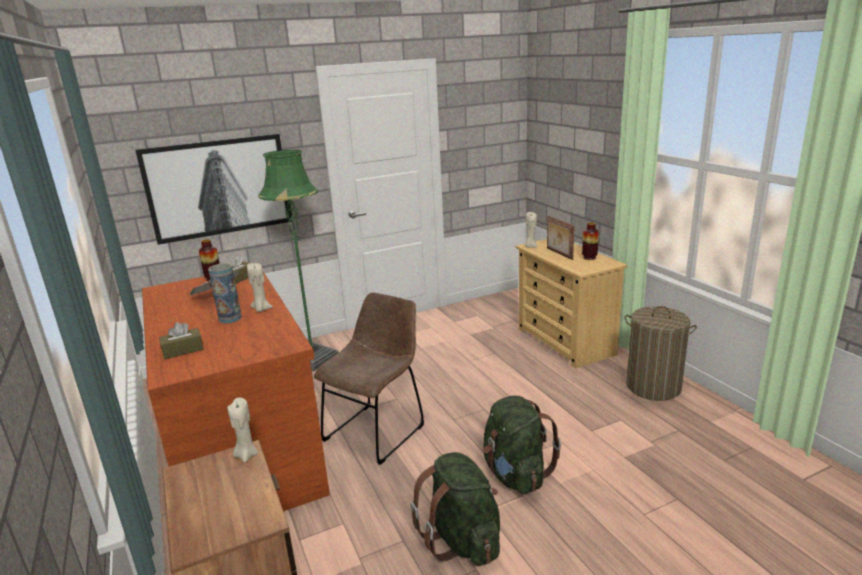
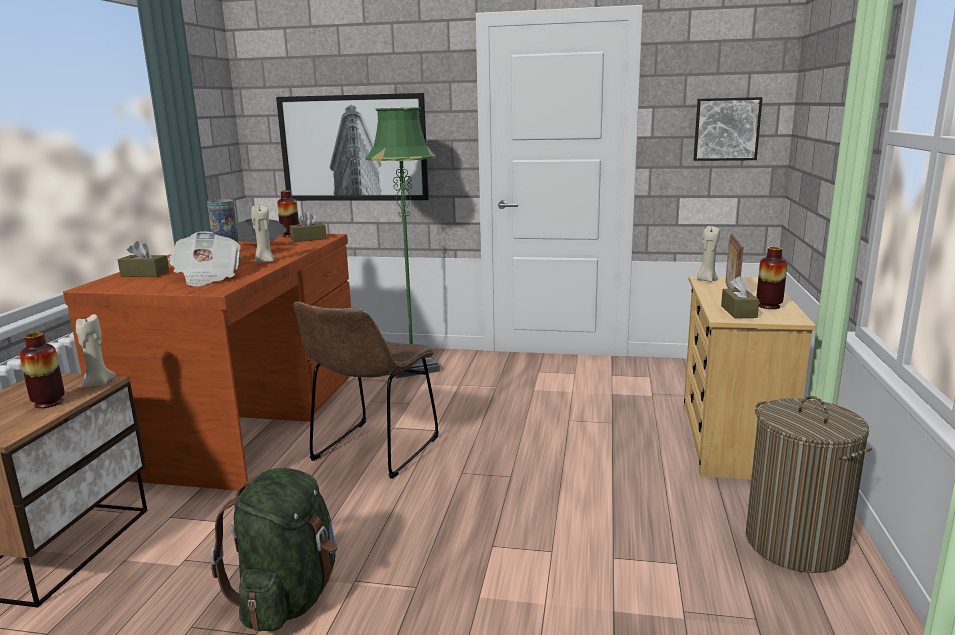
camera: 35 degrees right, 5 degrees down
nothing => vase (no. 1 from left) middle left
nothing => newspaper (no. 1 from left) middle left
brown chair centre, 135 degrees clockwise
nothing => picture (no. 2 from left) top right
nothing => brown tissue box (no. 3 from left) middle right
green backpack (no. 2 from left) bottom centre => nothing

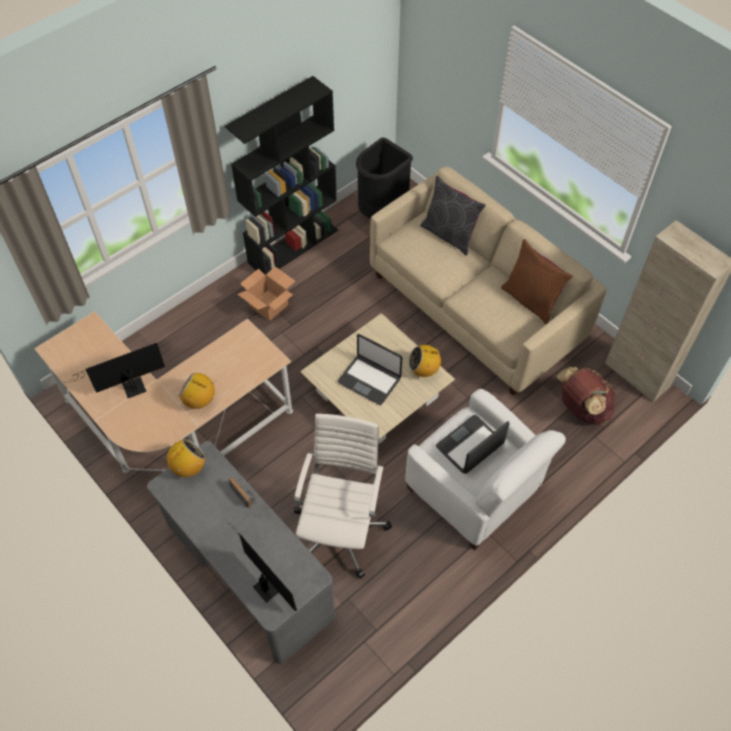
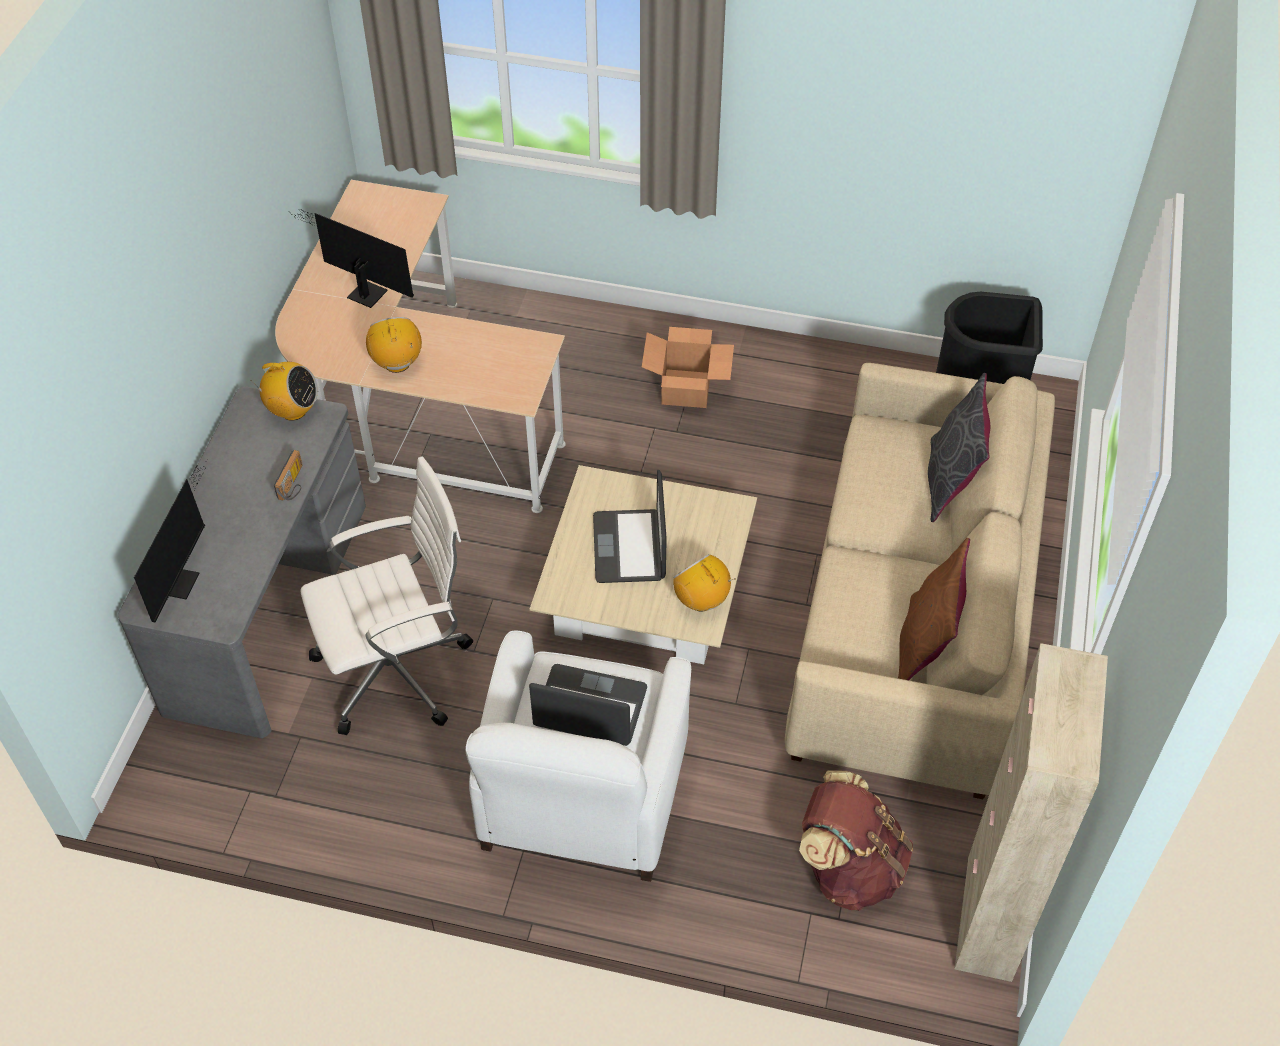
camera: 55 degrees right, 5 degrees down
black bookcase top centre => nothing

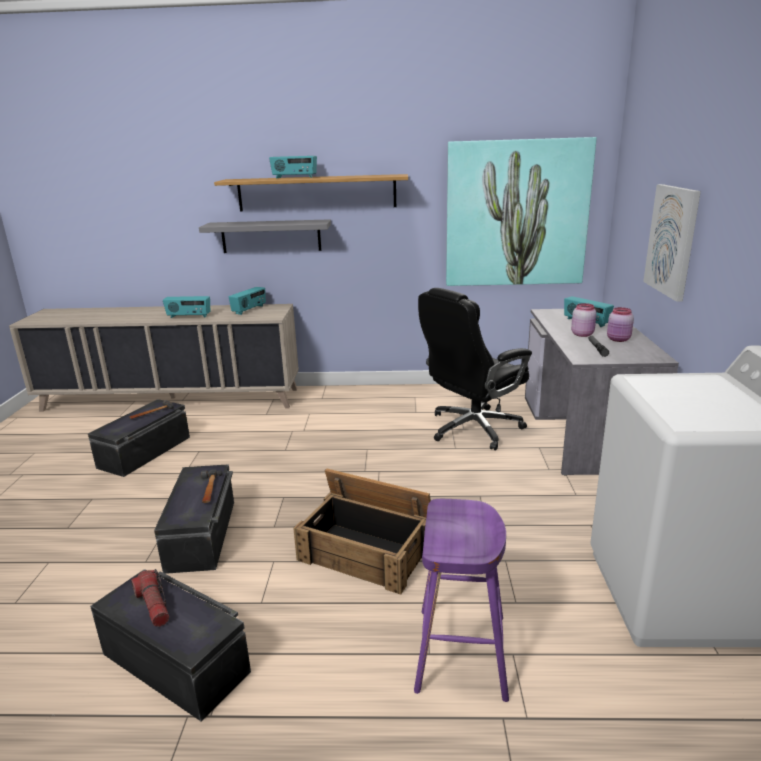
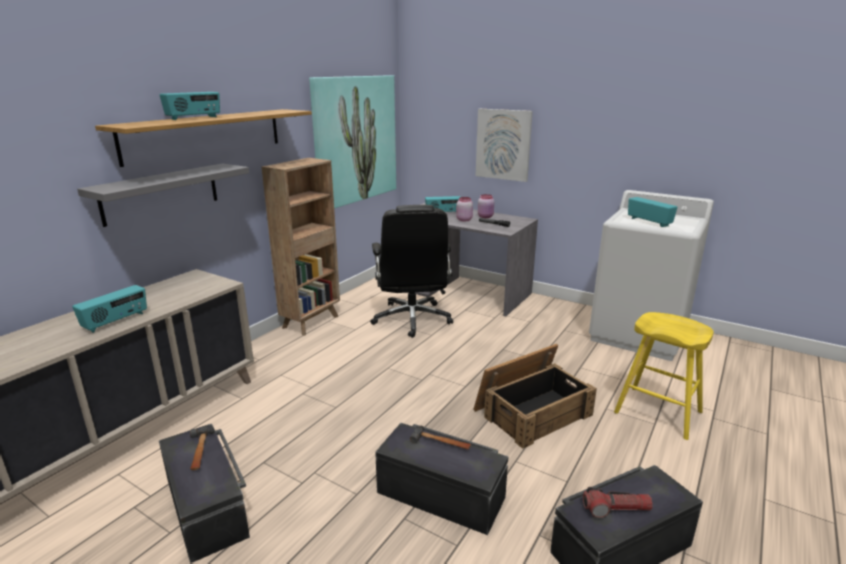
camera: 60 degrees left, 0 degrees up
nothing => brown bookcase centre
purple stool bottom centre => yellow stool bottom right
radio (no. 2 from left in the first image) middle left => radio (no. 4 from left) middle right, shifted

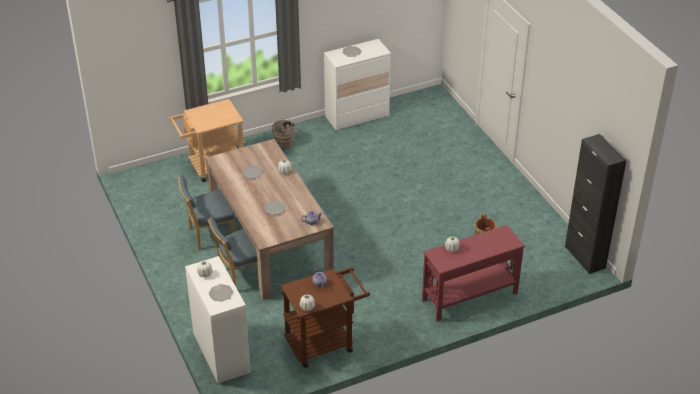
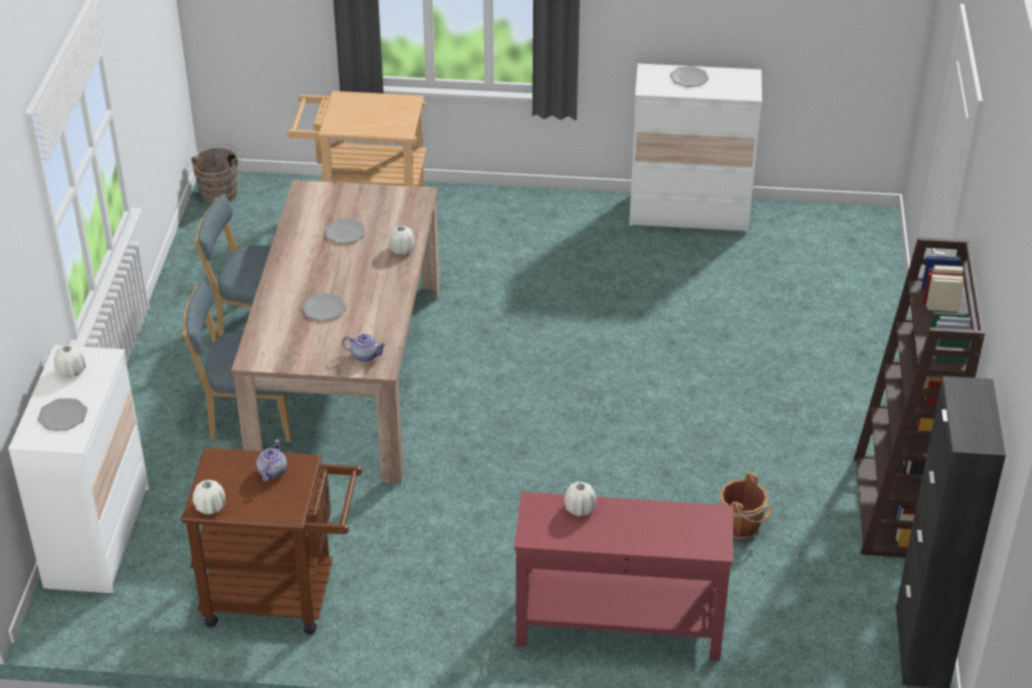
camera: 30 degrees right, 0 degrees up
brown bucket (no. 1 from left) centre => brown bucket (no. 1 from left) top left, shifted
nothing => brown bookcase middle right

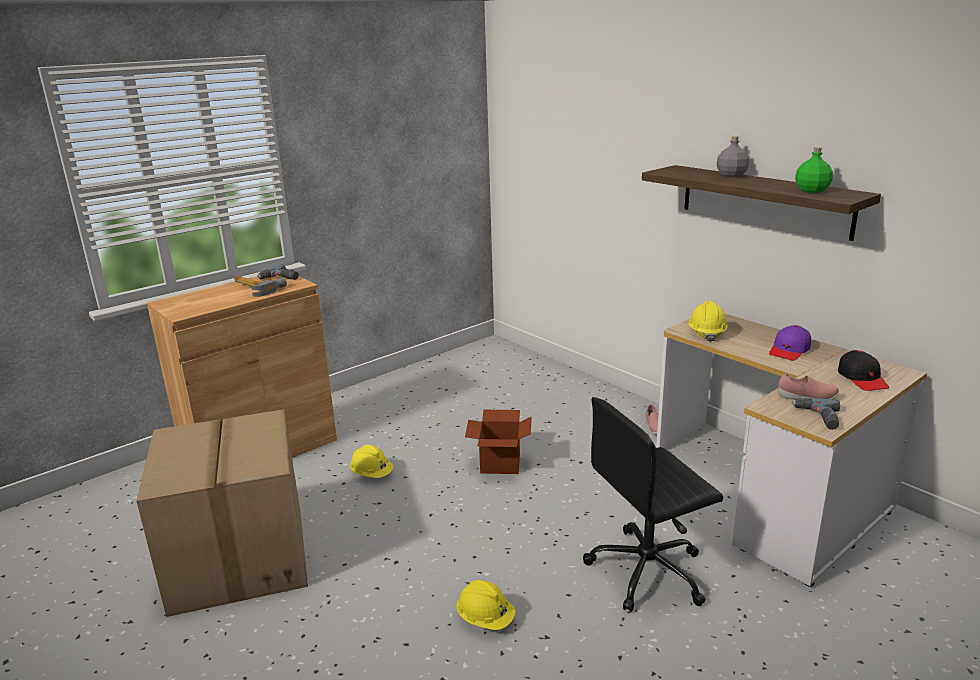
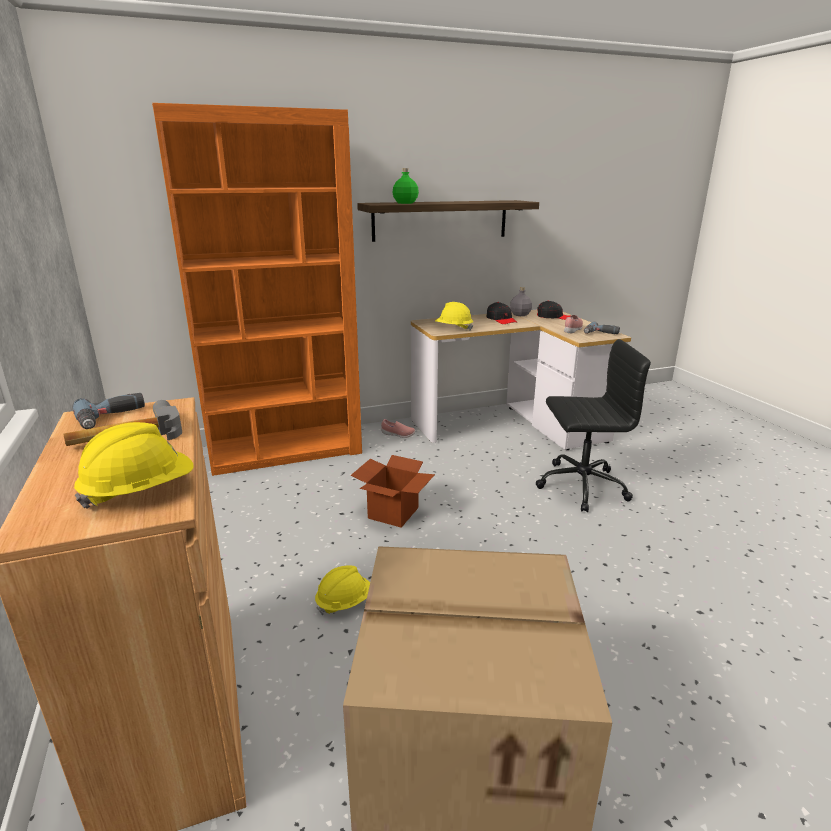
camera: 70 degrees left, 0 degrees up
yellow hard hat (no. 2 from left in the first image) bottom centre => yellow hard hat (no. 1 from left) middle left, shifted
nothing => orange bookcase middle left
green bottle top right => green bottle top centre, shifted
purple cap middle right => black cap (no. 1 from left) centre
grey bottle top right => grey bottle centre, shifted
black office chair bottom centre => black office chair middle right, 90 degrees counterclockwise

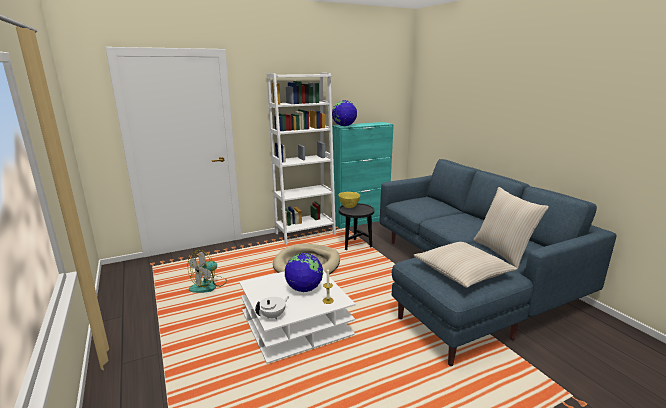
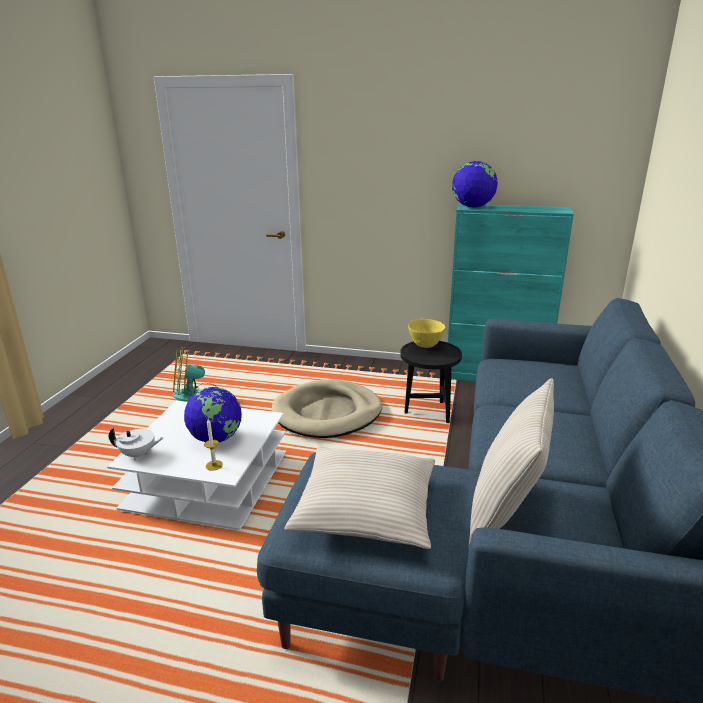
camera: 40 degrees right, 5 degrees up
white bookcase centre => nothing

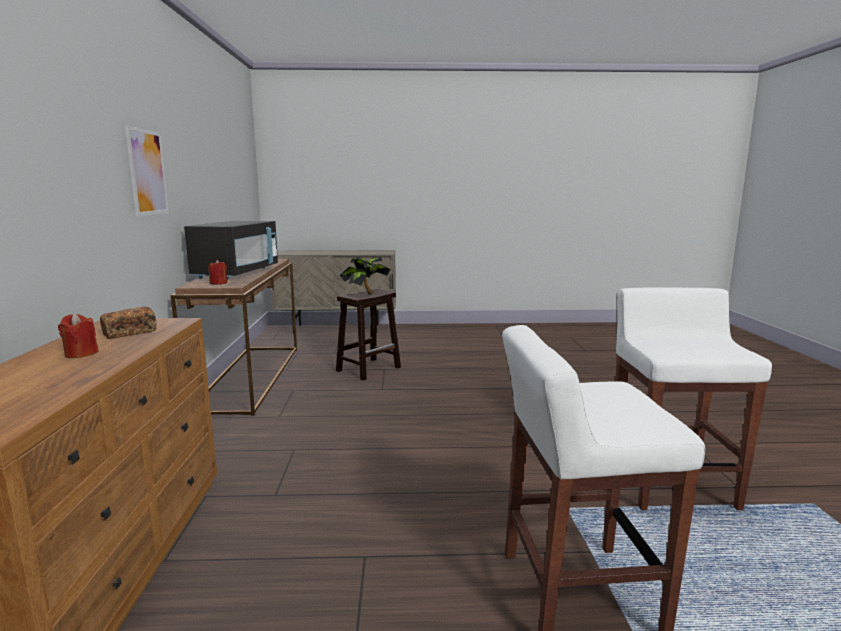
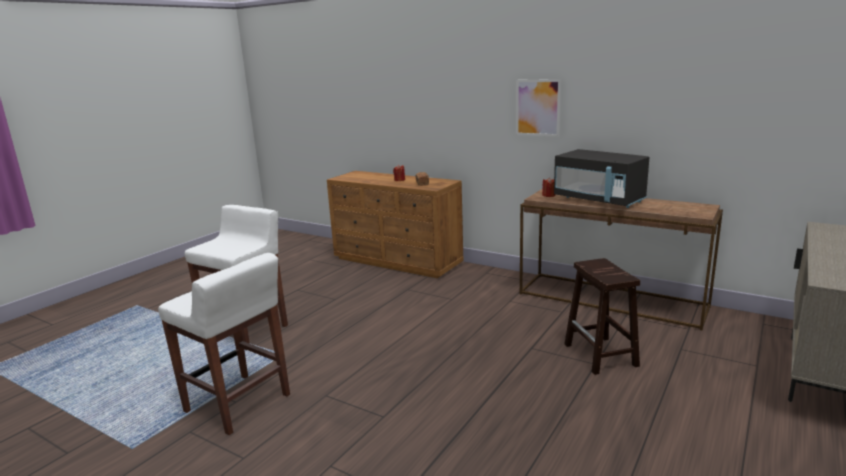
camera: 125 degrees right, 5 degrees up
potted plant centre => nothing

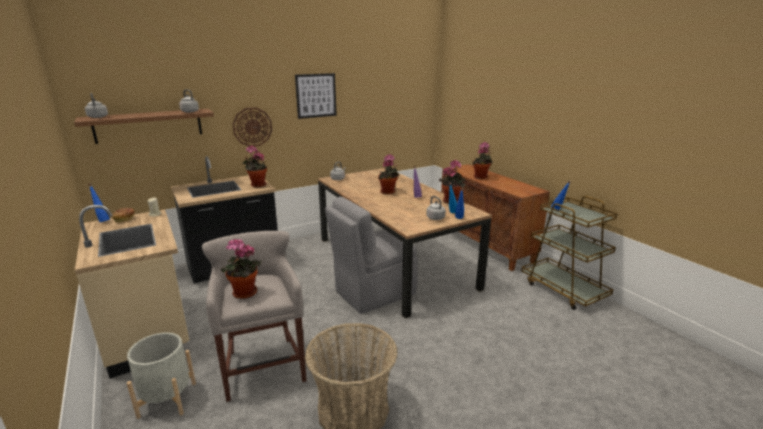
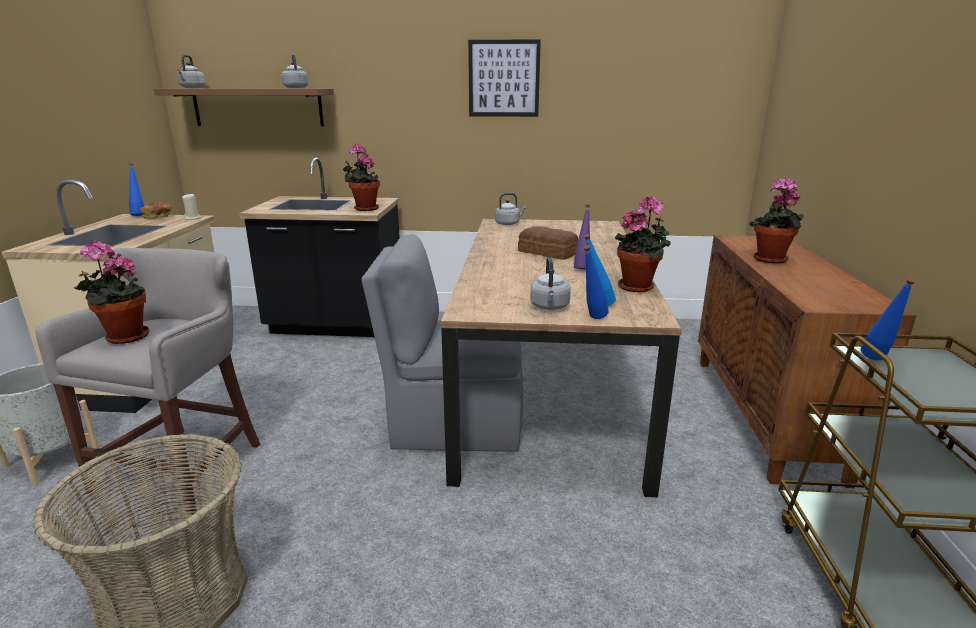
camera: 35 degrees right, 0 degrees up
potted plant (no. 3 from left) centre => bread (no. 2 from left) centre
wall clock top left => nothing

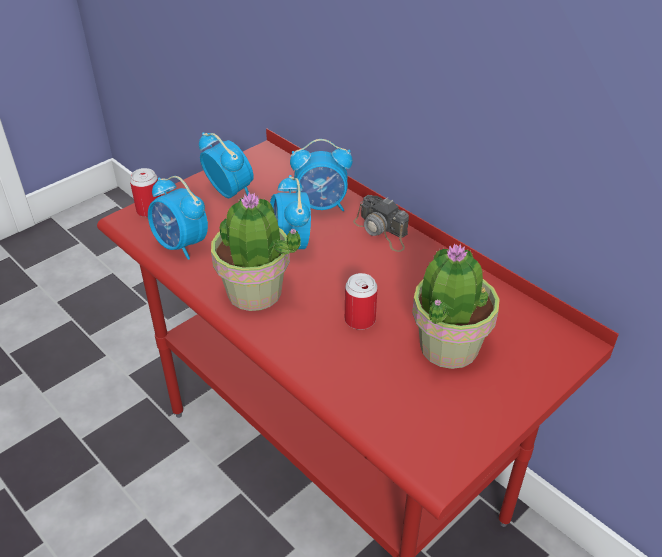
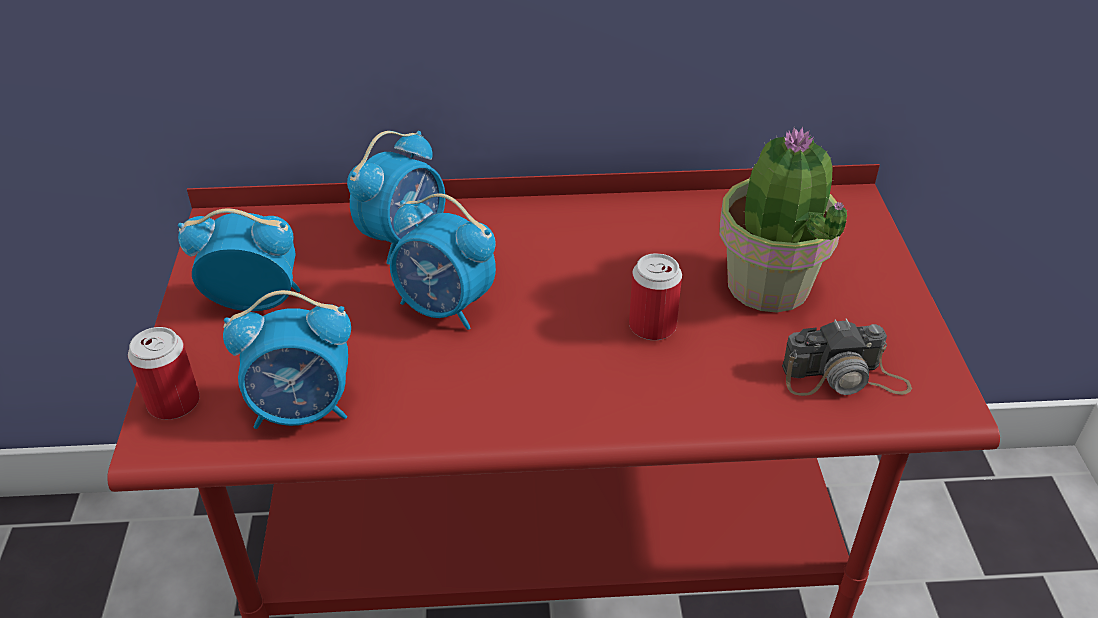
camera: 50 degrees left, 0 degrees up
photo camera centre => photo camera middle right, shifted
potted plant (no. 1 from left) centre => nothing

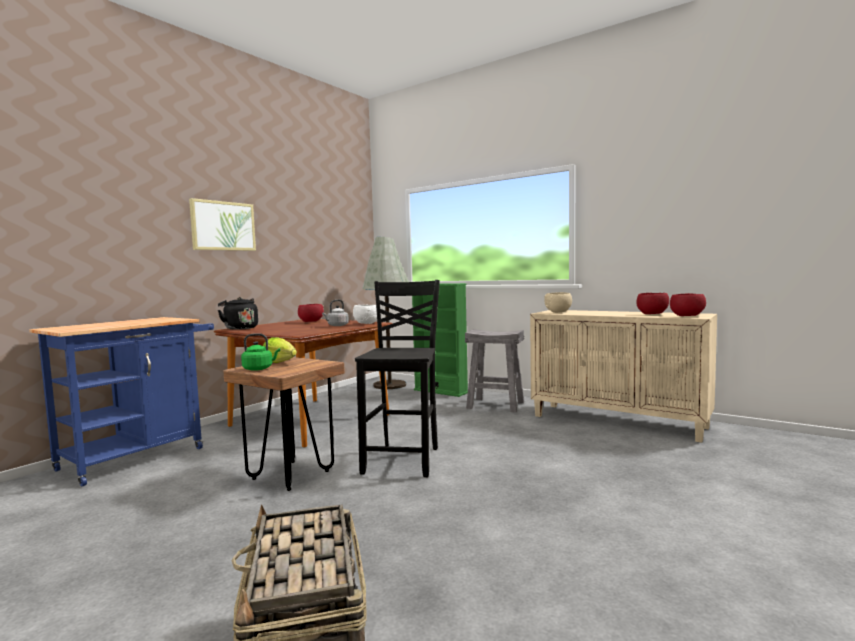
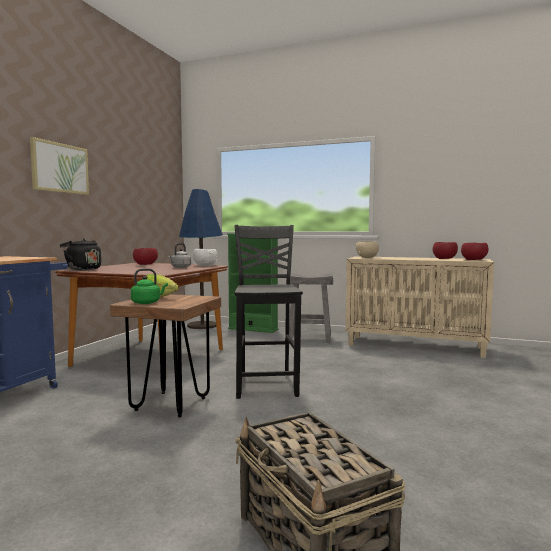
camera: 15 degrees left, 0 degrees up
grey floor lamp centre => blue floor lamp centre

